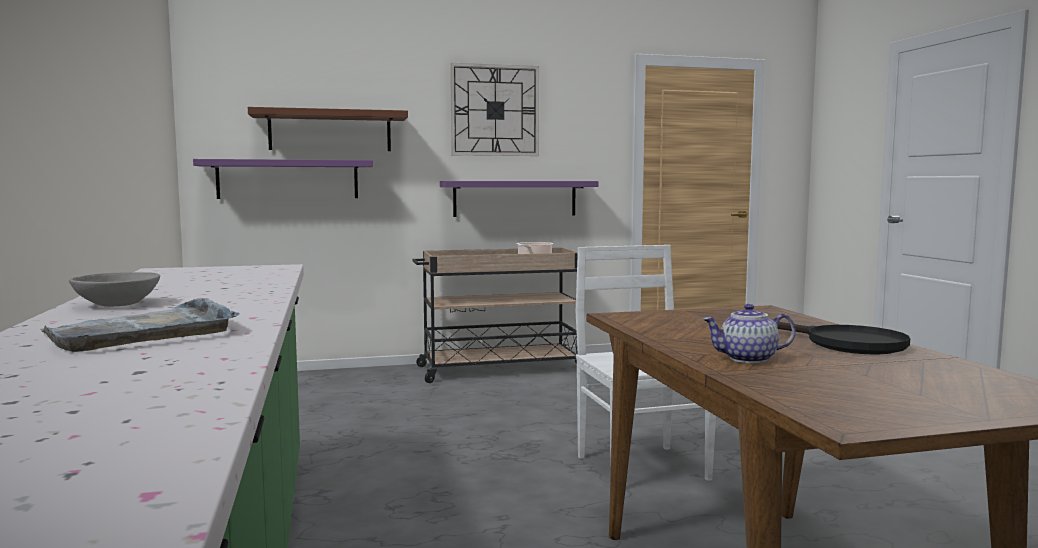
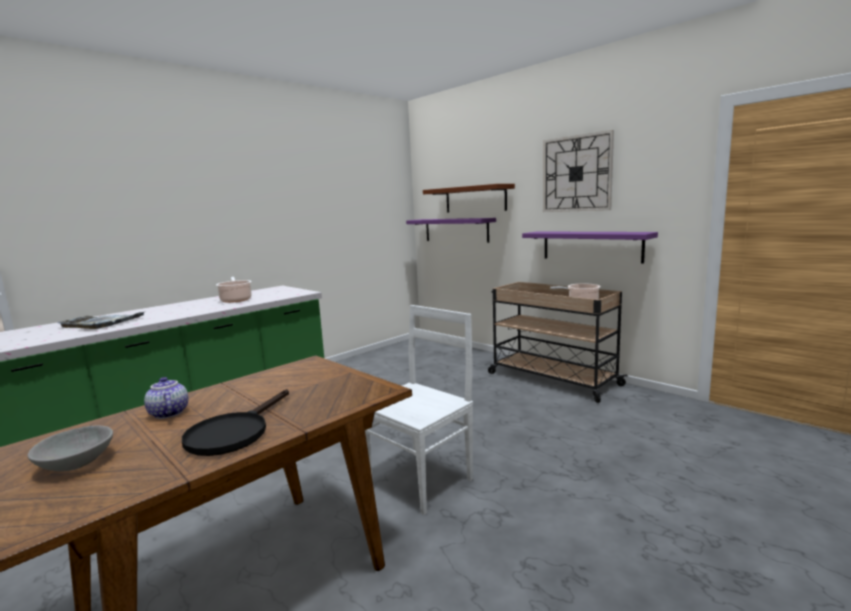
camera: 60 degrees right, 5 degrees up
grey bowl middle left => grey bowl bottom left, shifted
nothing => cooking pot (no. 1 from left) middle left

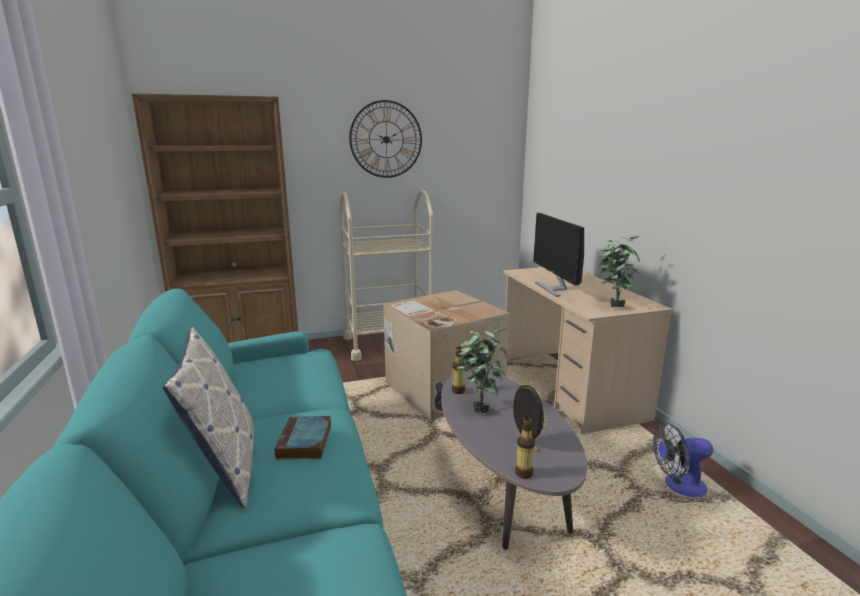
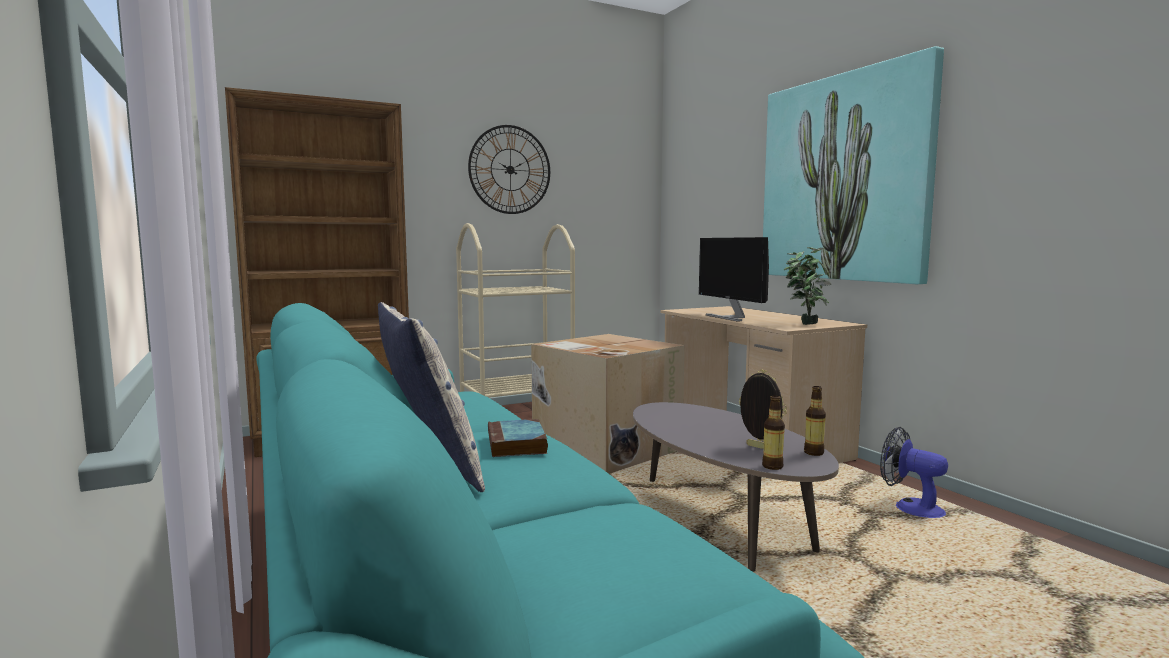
camera: 10 degrees left, 10 degrees down
nothing => picture top right
bottle (no. 1 from left in the first image) centre => bottle (no. 2 from left) middle right, shifted
fan bottom right, 60 degrees clockwise
potted plant (no. 1 from left) centre => nothing

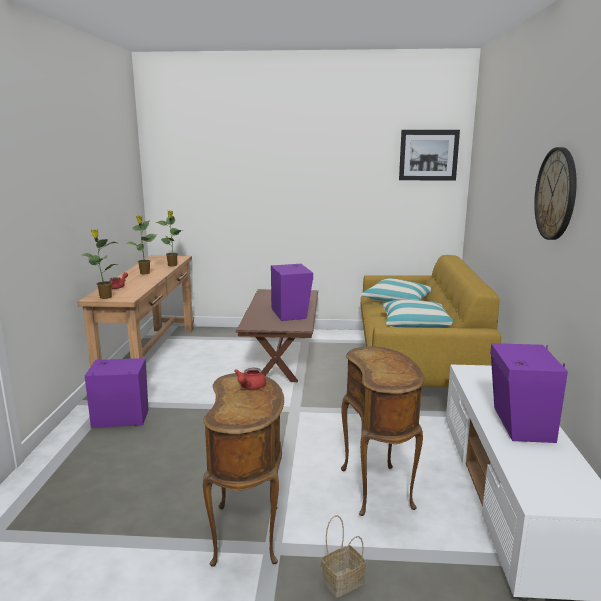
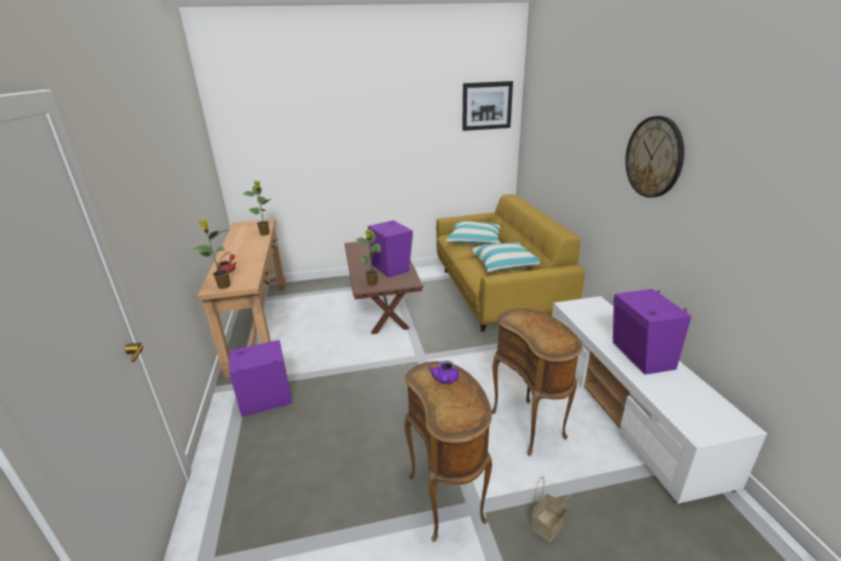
camera: 15 degrees left, 10 degrees up
potted plant (no. 2 from left in the first image) middle left => potted plant (no. 3 from left) centre, shifted
red teapot (no. 2 from left) centre => purple teapot centre

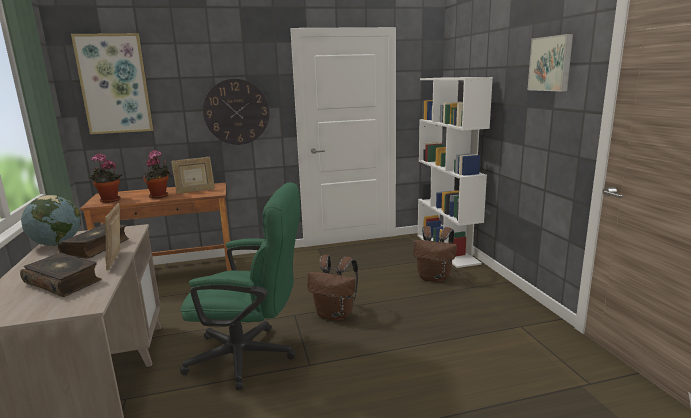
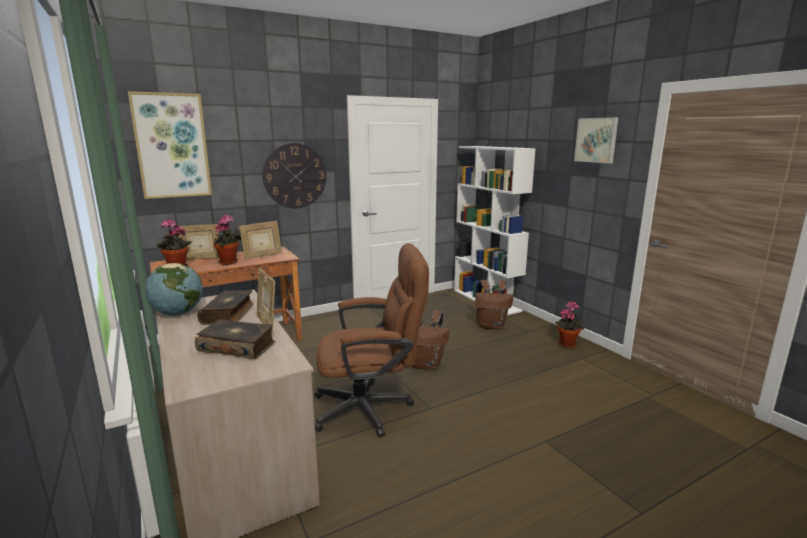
camera: 15 degrees left, 0 degrees up
nothing => picture frame (no. 1 from left) middle left
green office chair bottom centre => brown office chair centre
nothing => potted plant (no. 3 from left) middle right

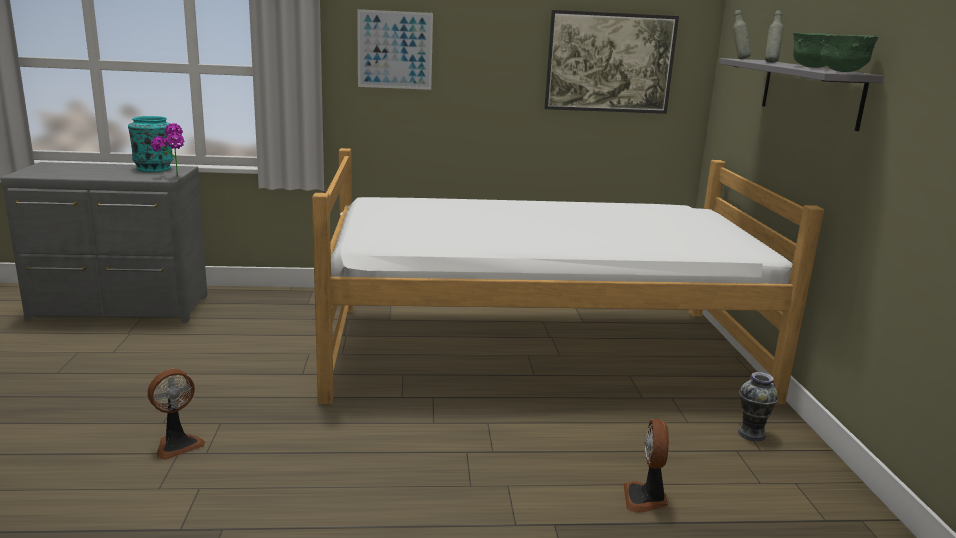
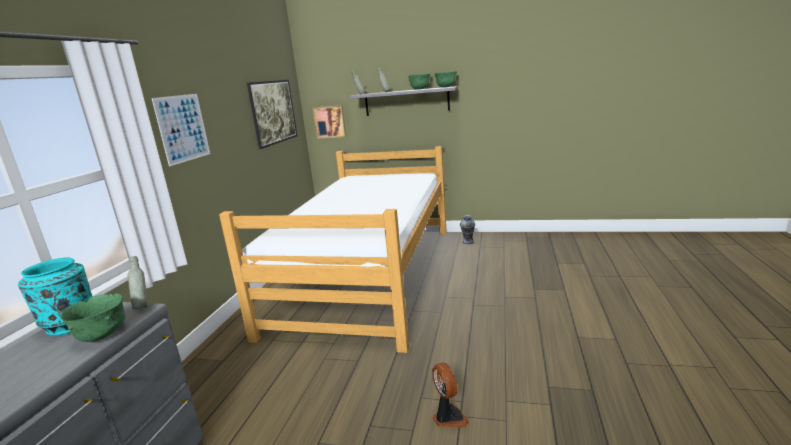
camera: 70 degrees left, 0 degrees up
nothing => green bowl (no. 1 from left) bottom left
potted plant top left => grey bottle (no. 1 from left) middle left
nothing => picture (no. 3 from left) top centre
fan (no. 2 from left) bottom right => nothing

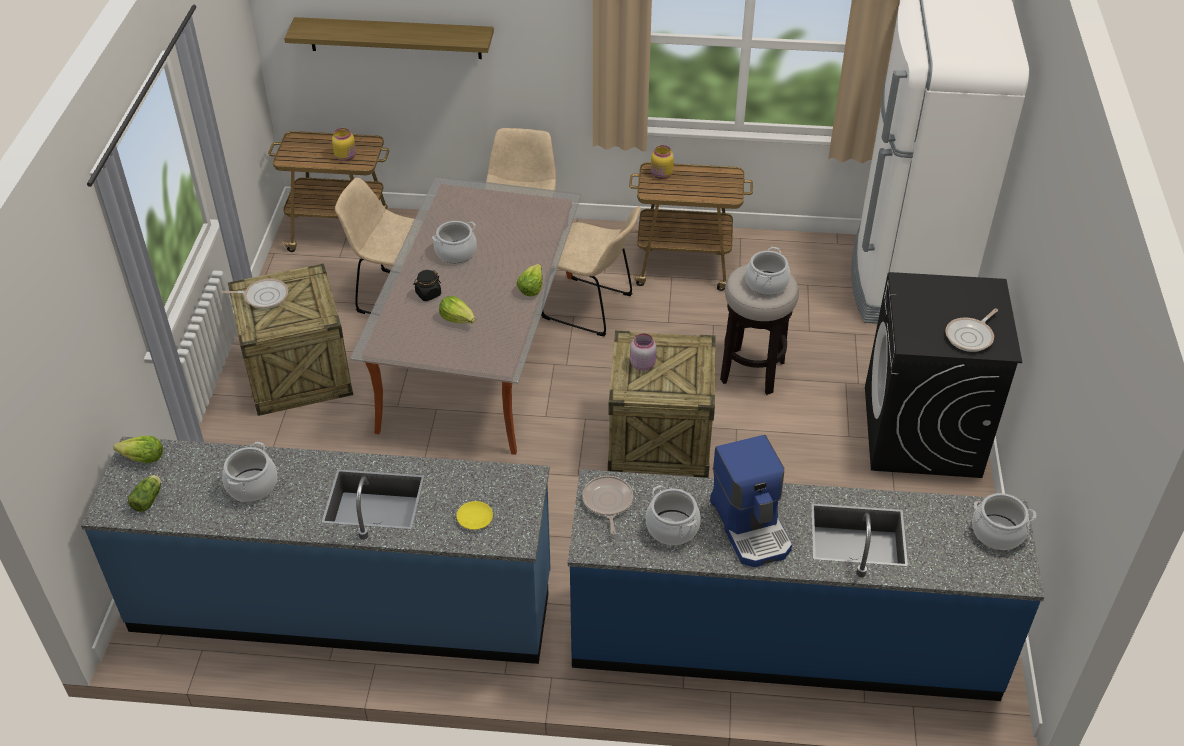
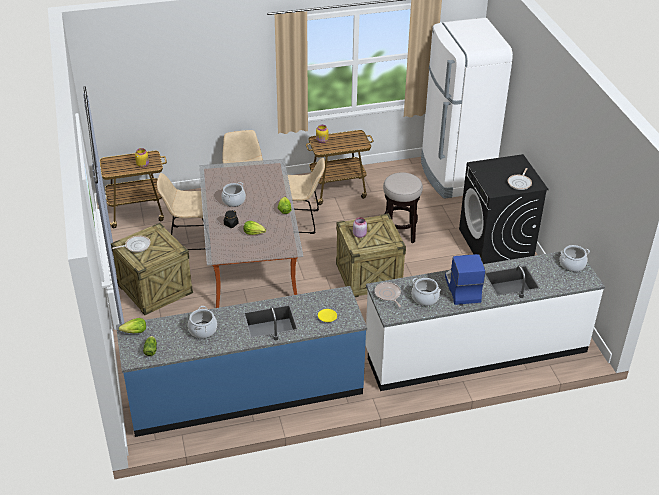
camera: 20 degrees left, 5 degrees down
blue counter (no. 2 from left) bottom right => white counter middle right
coffee machine bottom centre => coffee machine middle right, 150 degrees counterclockwise
shelf top left => nothing
cooking pot (no. 4 from left) centre => nothing

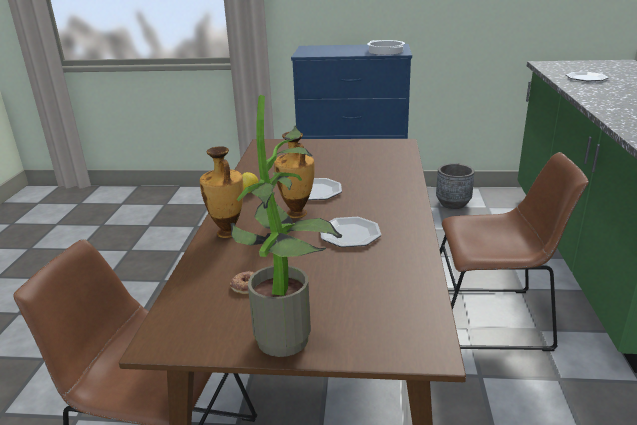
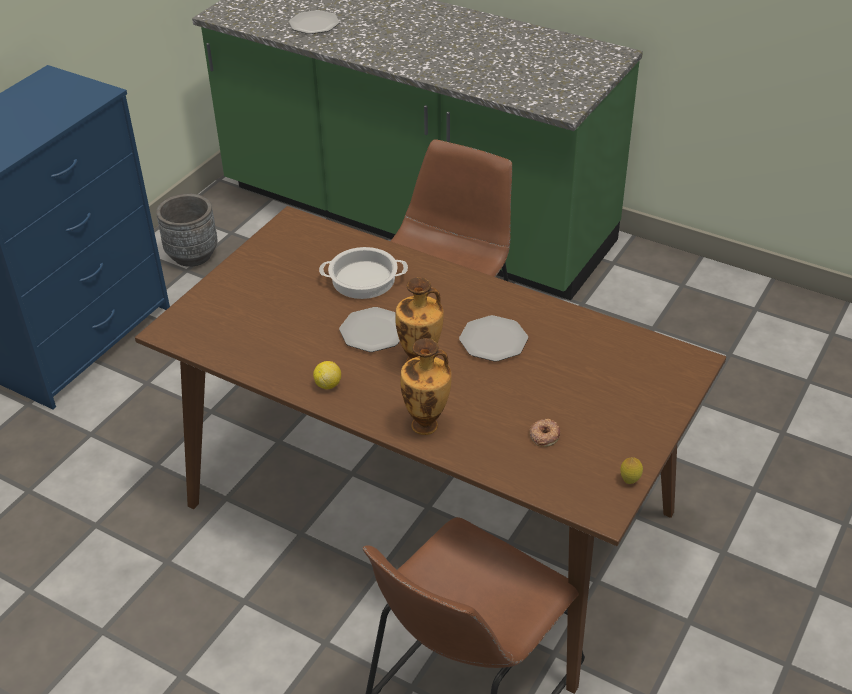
camera: 65 degrees left, 15 degrees up
cooking pot top centre => cooking pot centre, shifted
nothing => lemon (no. 2 from left) bottom right
potted plant centre => nothing

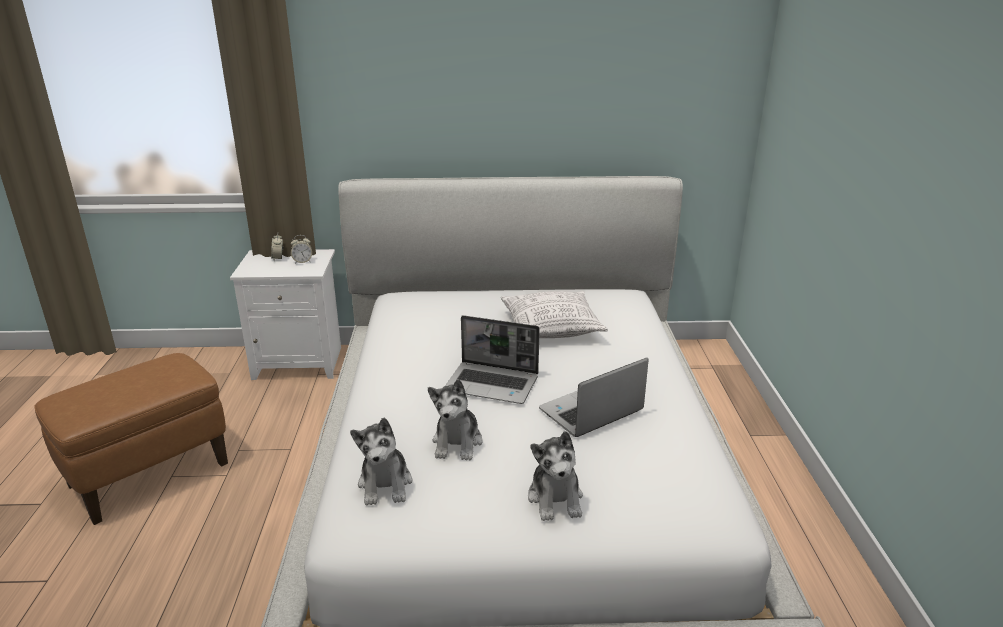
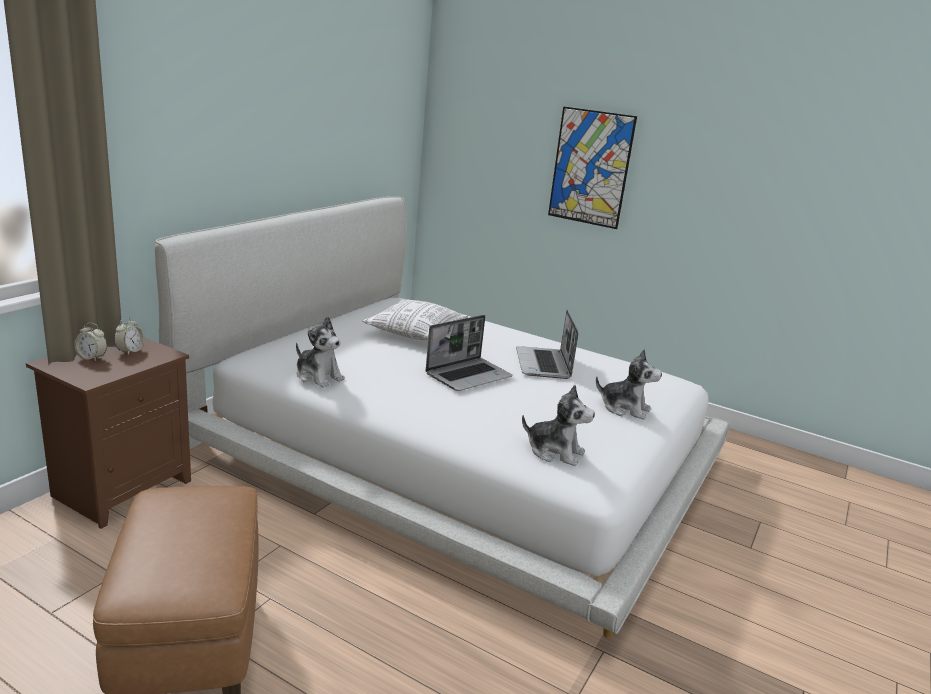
camera: 60 degrees left, 5 degrees down
white nightstand middle left => brown nightstand middle left
plush toy (no. 2 from left in the first image) bottom centre => plush toy (no. 1 from left) centre, shifted
nothing => picture top centre

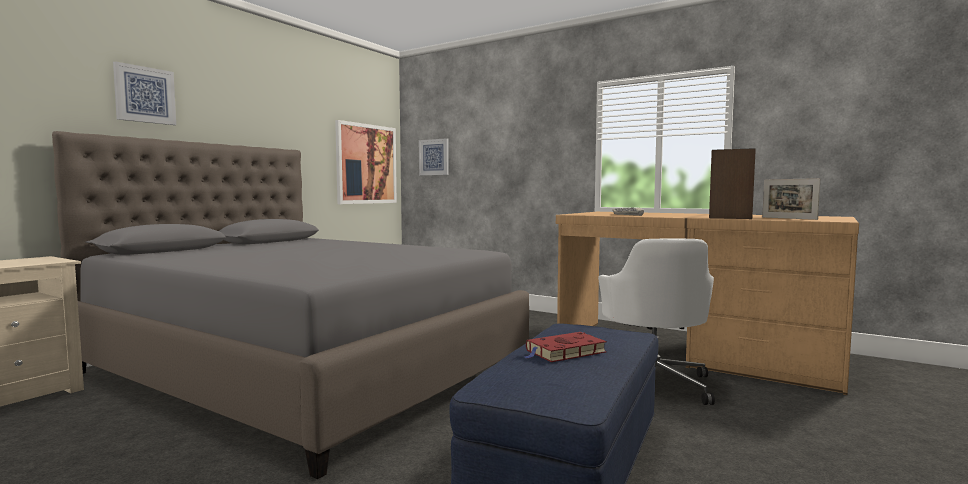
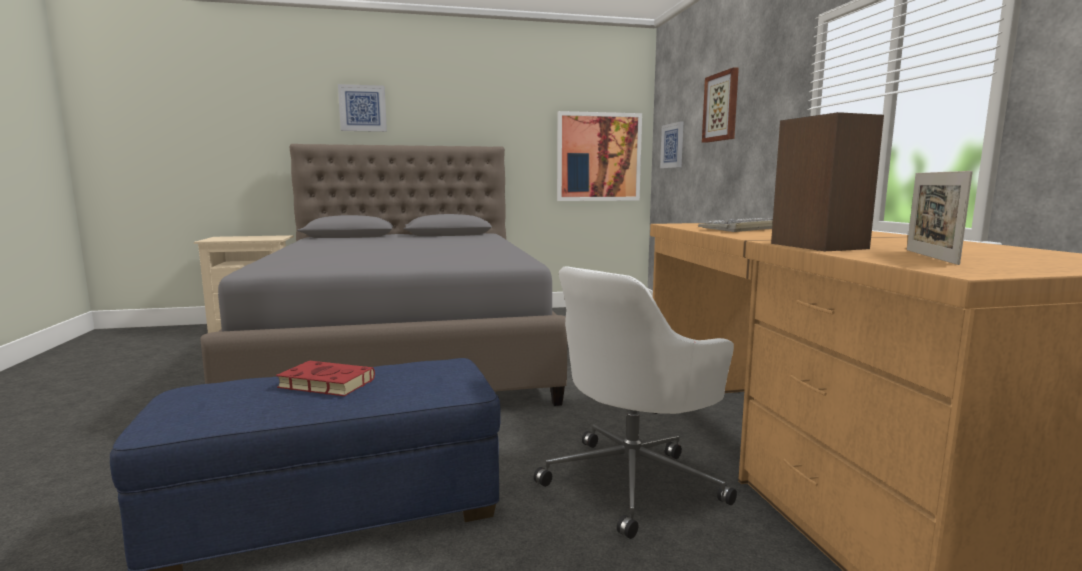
camera: 45 degrees right, 5 degrees up
nothing => picture (no. 4 from left) top centre

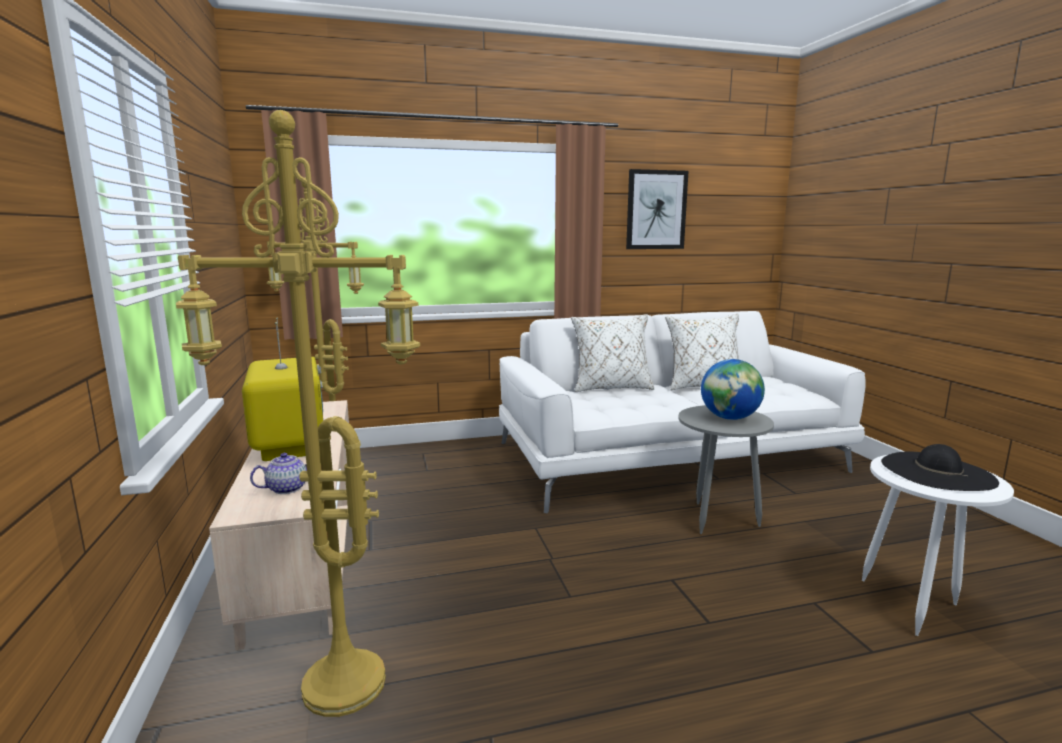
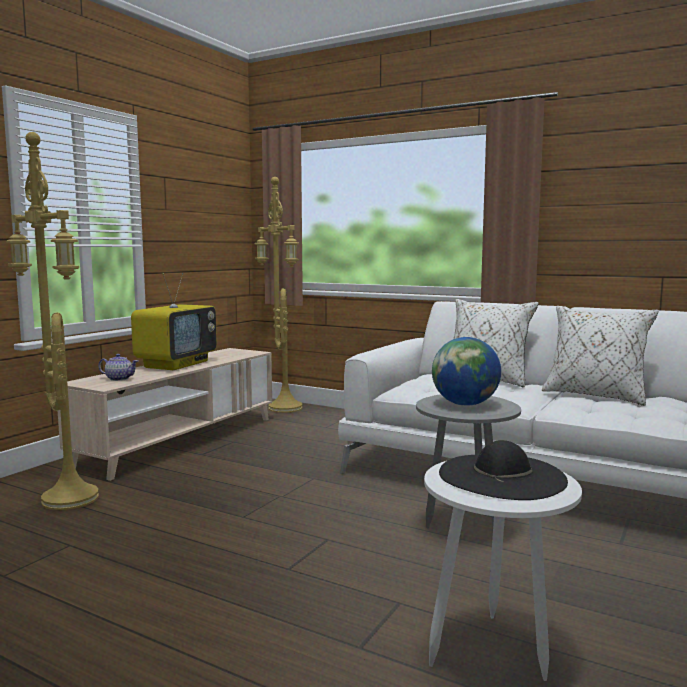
camera: 45 degrees right, 5 degrees down
picture top centre => nothing

